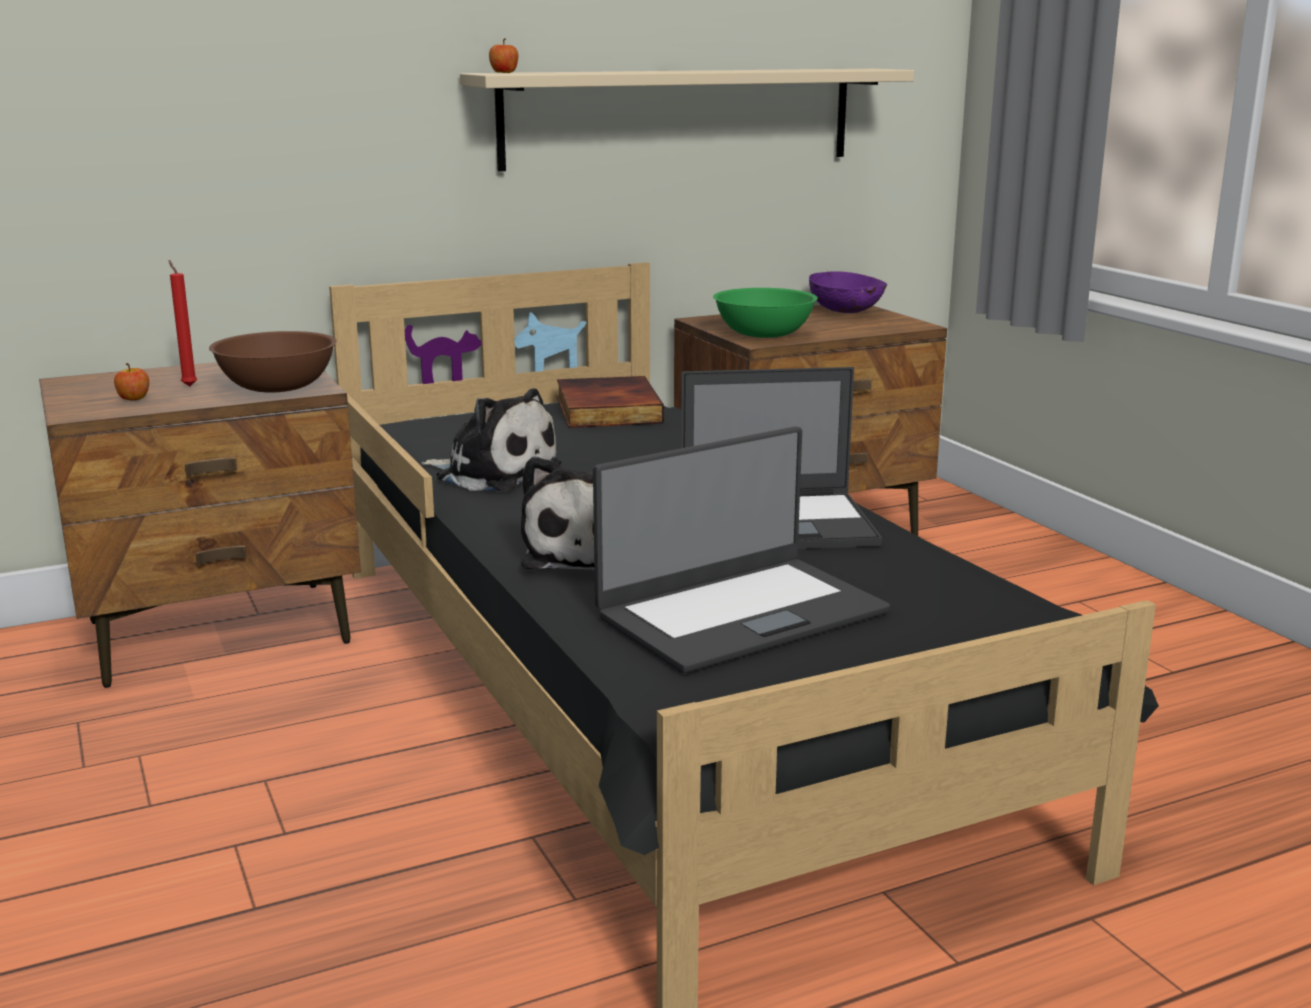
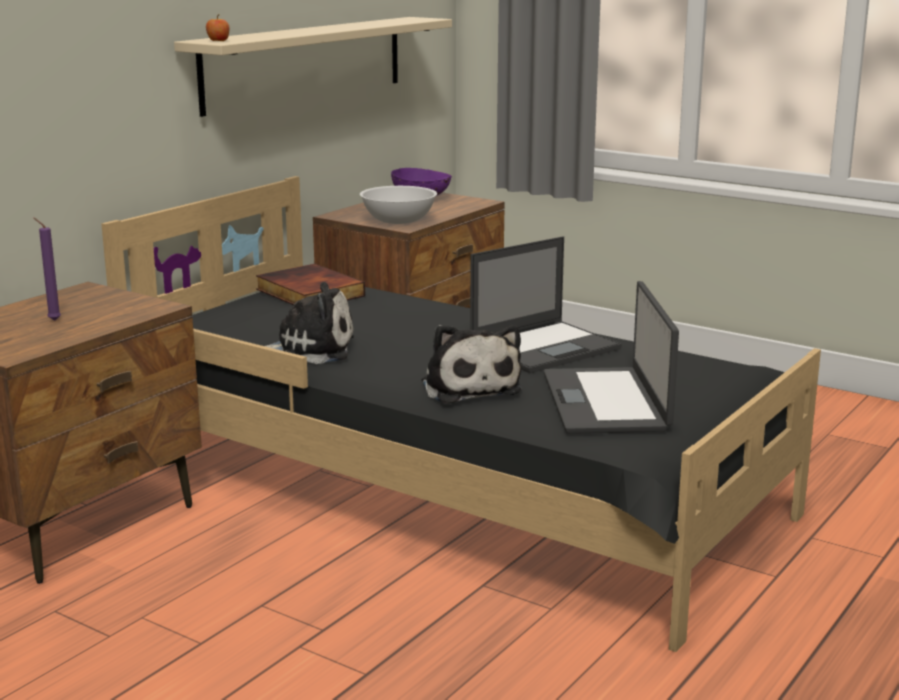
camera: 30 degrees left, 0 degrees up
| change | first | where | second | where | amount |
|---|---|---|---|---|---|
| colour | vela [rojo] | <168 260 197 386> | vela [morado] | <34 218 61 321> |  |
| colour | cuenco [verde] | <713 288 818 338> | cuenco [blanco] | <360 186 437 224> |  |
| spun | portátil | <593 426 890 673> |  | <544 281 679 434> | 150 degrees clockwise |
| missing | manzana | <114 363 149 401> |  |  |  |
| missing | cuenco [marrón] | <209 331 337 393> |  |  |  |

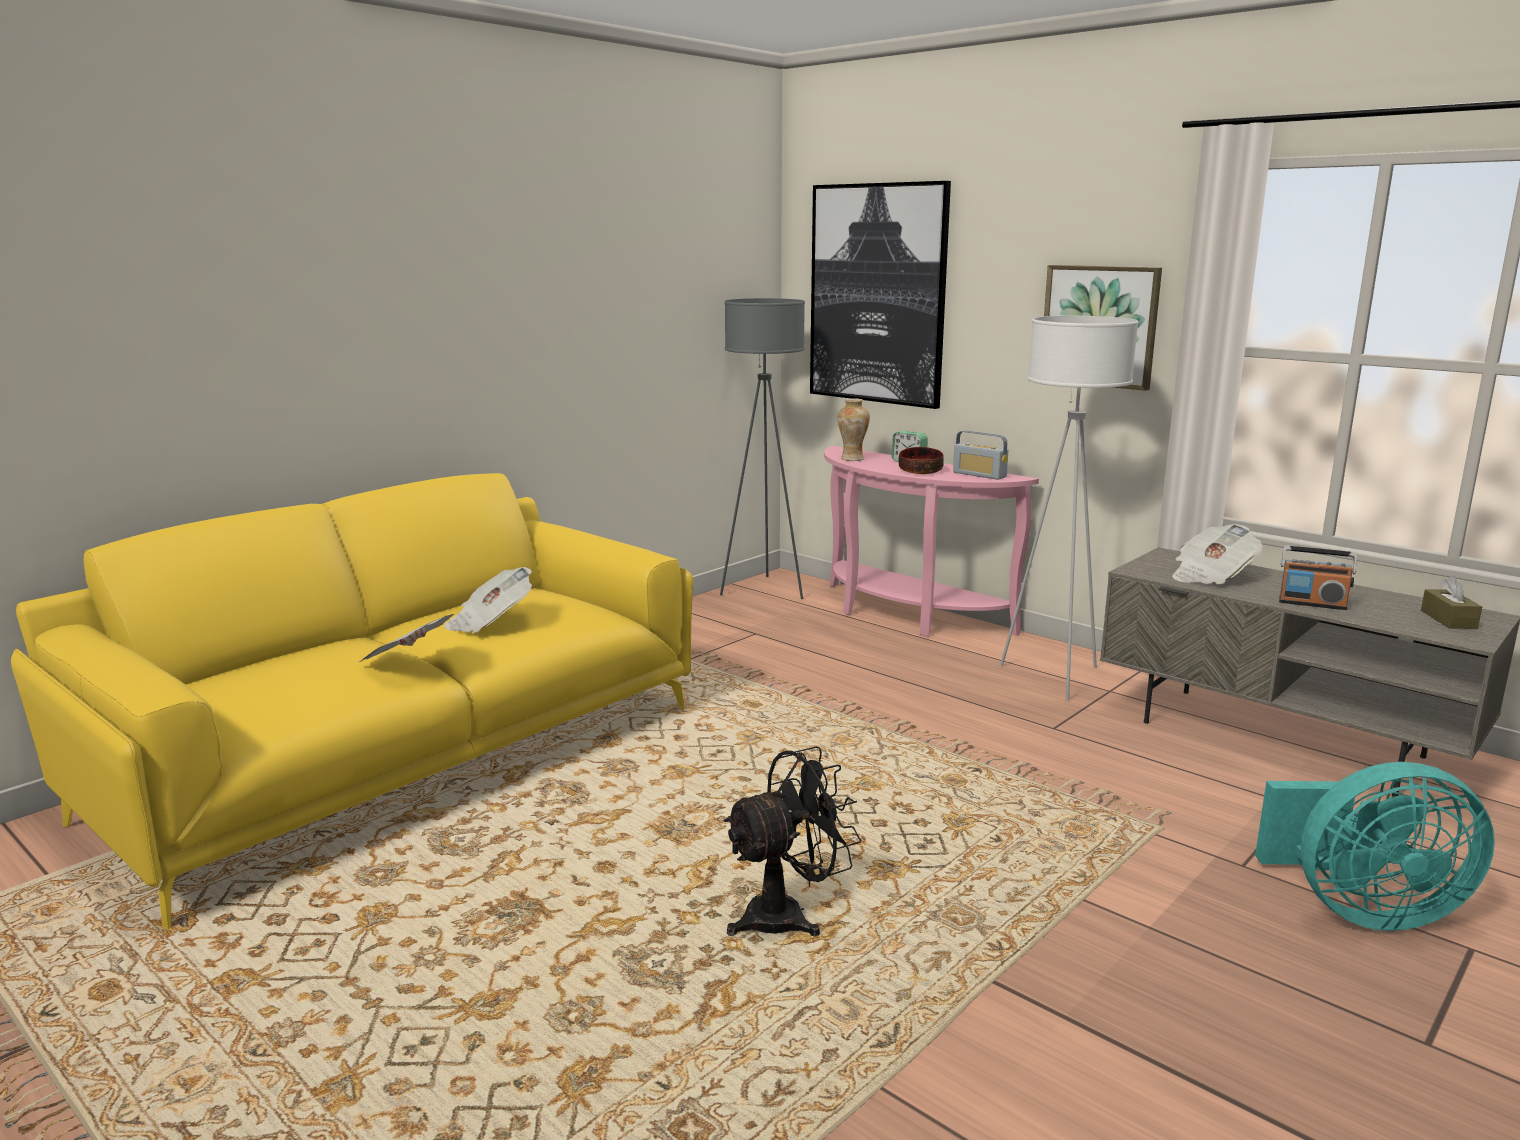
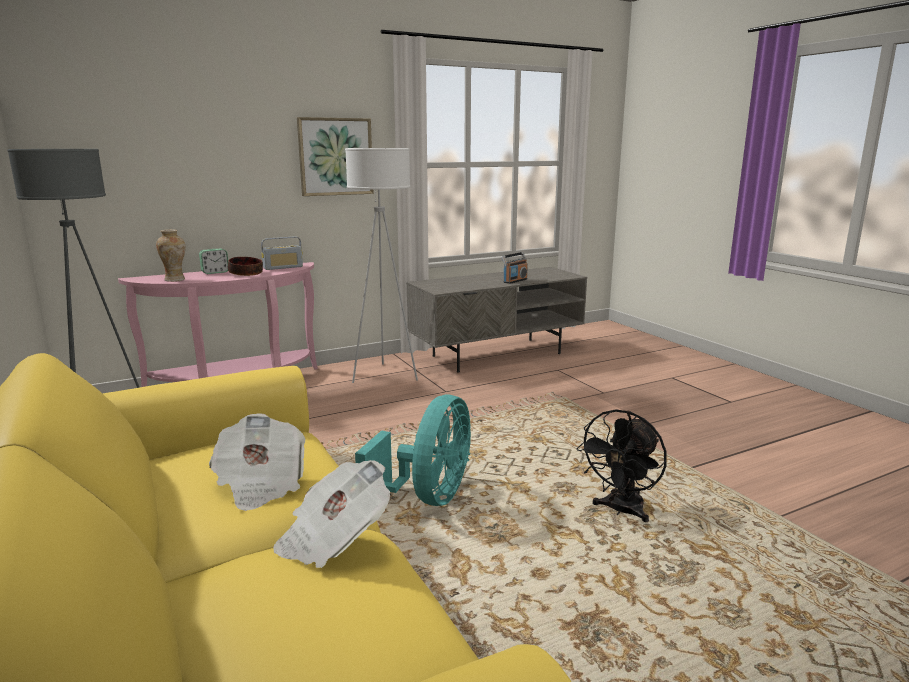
camera: 70 degrees left, 0 degrees up
| change | first | where | second | where | amount |
|---|---|---|---|---|---|
| relocated | ventilador [turquesa] | <1255 762 1495 931> |  | <355 395 471 506> |  |
| spun | ventilador [negro] | <724 746 861 937> |  | <576 409 667 522> | 135 degrees counterclockwise |
| missing | cuadro | <810 181 951 409> |  |  |  |
| missing | periódico | <1172 524 1263 584> |  |  |  |
| missing | caja de pañuelos [marrón] | <1421 576 1482 629> |  |  |  |

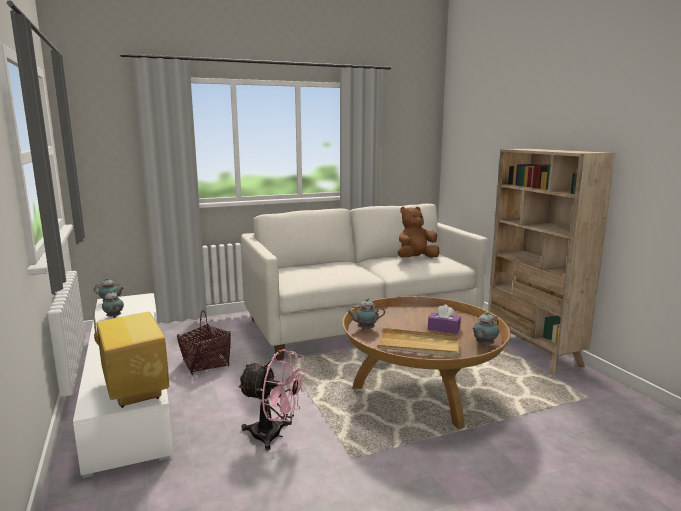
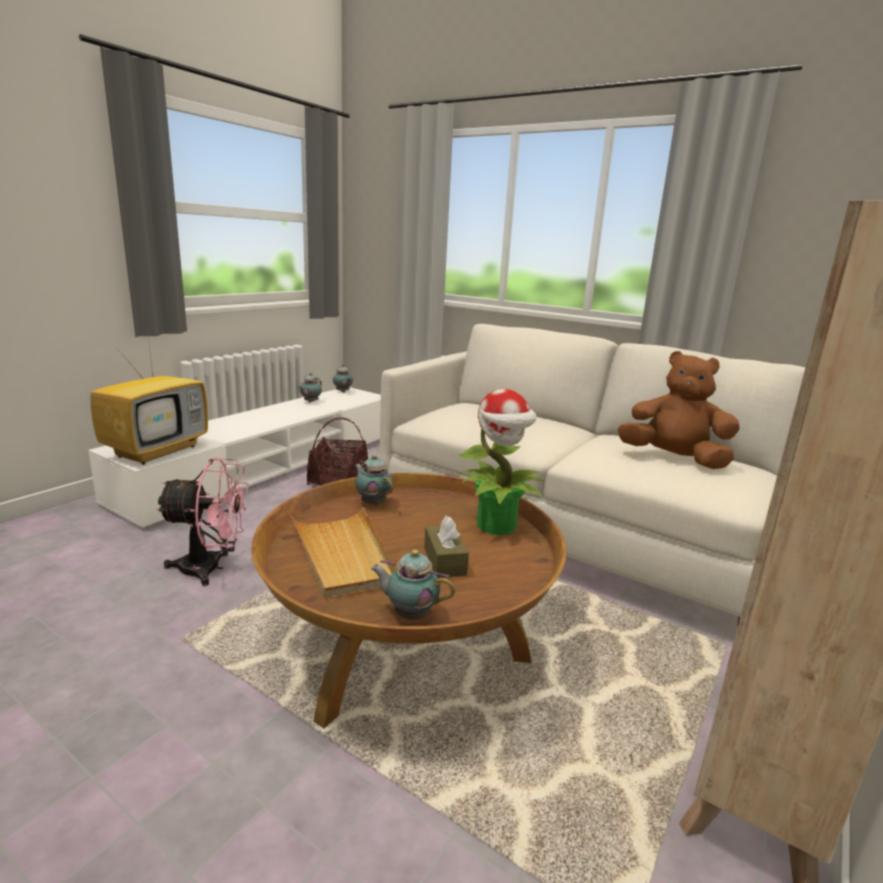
camera: 55 degrees right, 5 degrees up
| change | first | where | second | where | amount |
|---|---|---|---|---|---|
| spun | ventilador [rosa] | <237 349 307 450> |  | <156 458 249 586> | 75 degrees counterclockwise |
| colour | caja de pañuelos [morado] | <428 304 461 334> | caja de pañuelos [marrón] | <424 516 469 578> |  |
| appeared |  |  | planta en maceta | <458 389 544 535> |  |

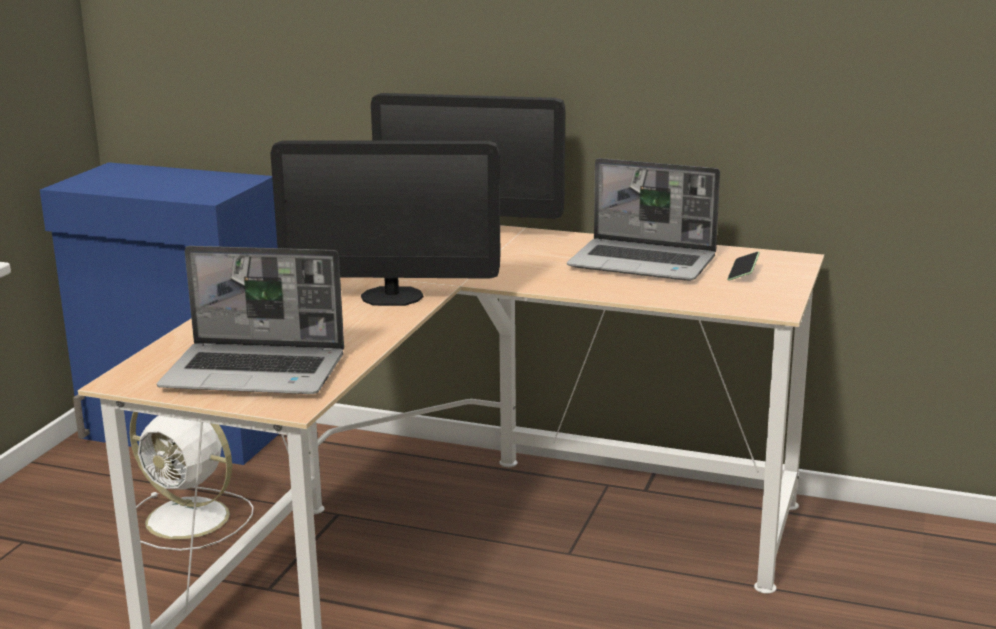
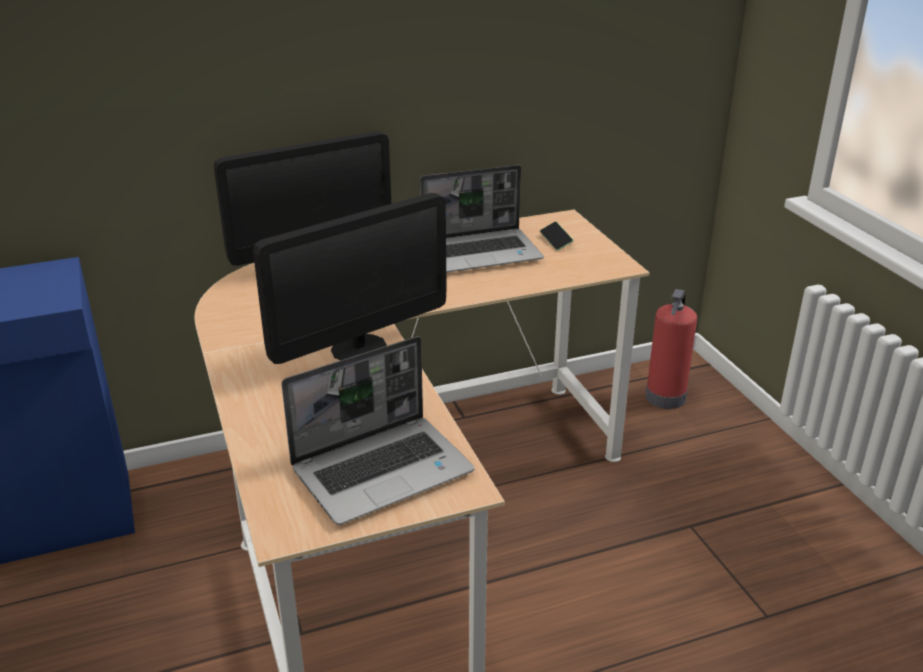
camera: 40 degrees left, 10 degrees up
| change | first | where | second | where | amount |
|---|---|---|---|---|---|
| appeared |  |  | extintor | <645 289 697 409> |  |
| missing | ventilador [blanco] | <130 412 254 551> |  |  |  |

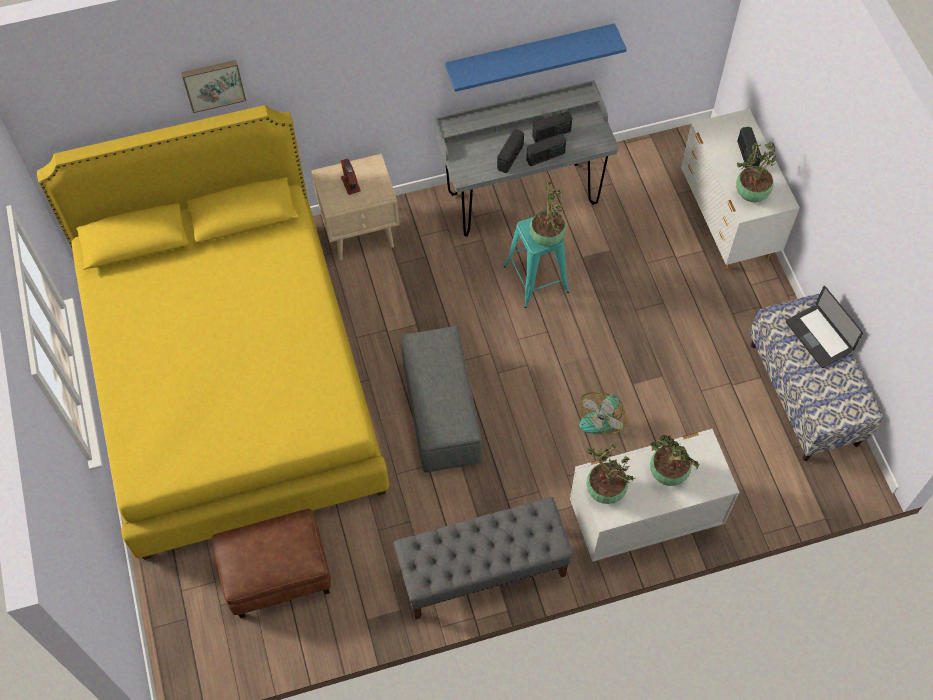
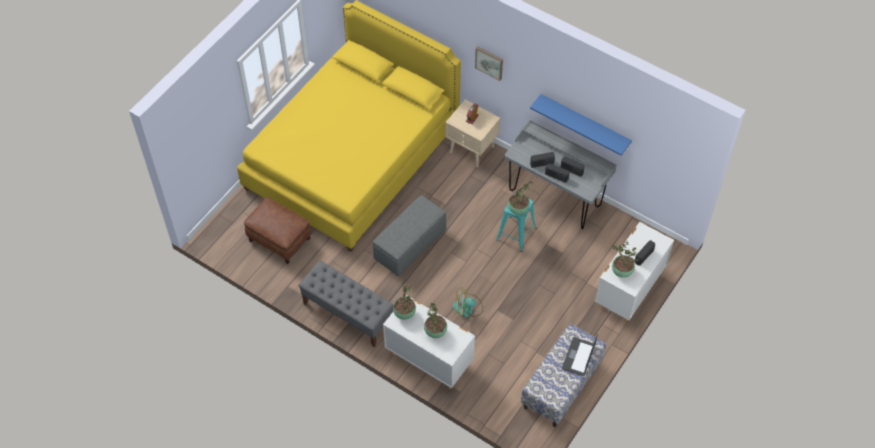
camera: 50 degrees right, 5 degrees down
| change | first | where | second | where | amount |
|---|---|---|---|---|---|
| relocated | cuadro | <181 60 246 113> |  | <475 47 503 81> |  |

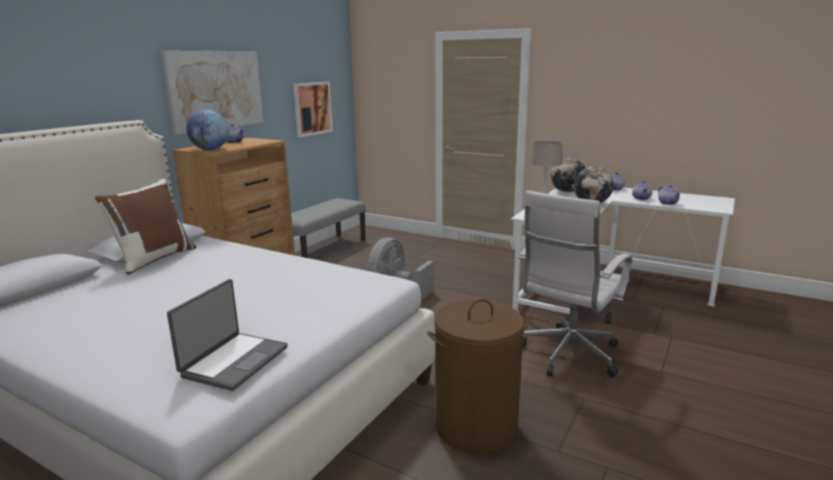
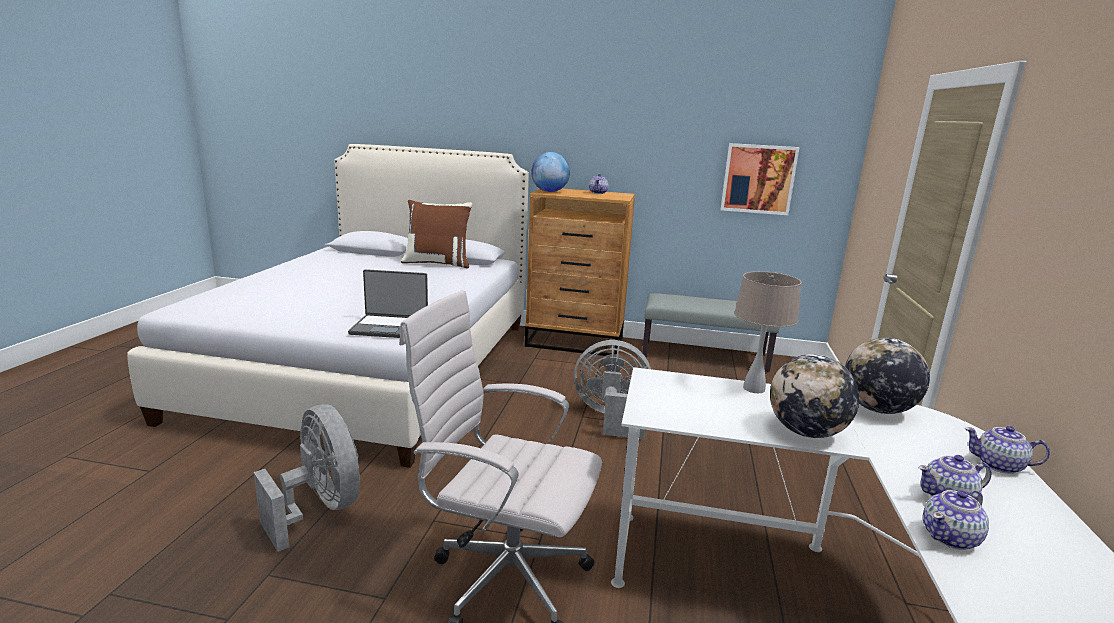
camera: 70 degrees right, 0 degrees up
| change | first | where | second | where | amount |
|---|---|---|---|---|---|
| exchanged | cesto de la ropa [marrón] | <427 299 529 454> | ventilador [gris] | <254 404 360 552> |  |
| relocated | portátil | <167 279 288 391> |  | <348 269 428 338> |  |
| missing | cuadro | <161 51 263 134> |  |  |  |

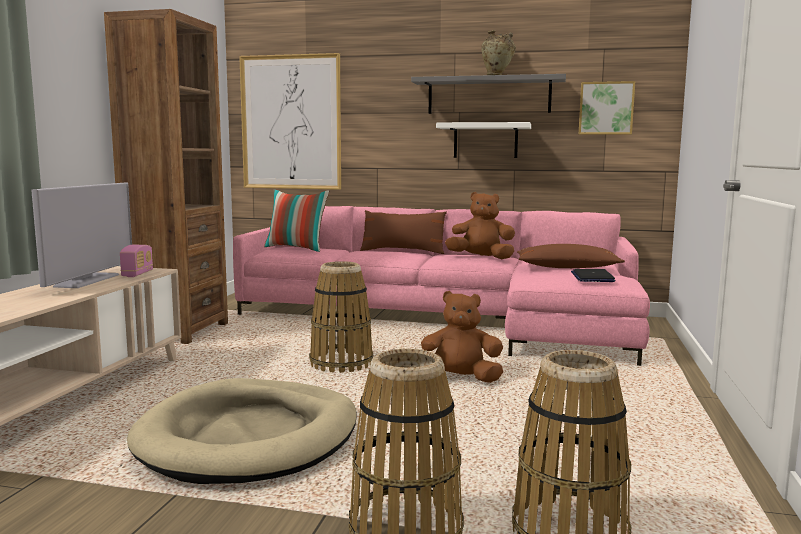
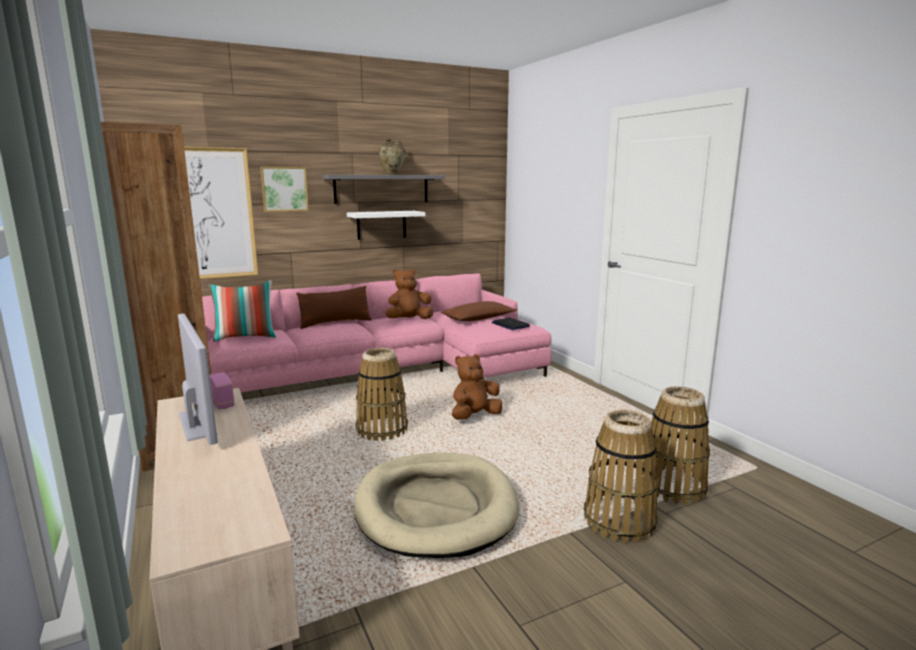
camera: 40 degrees left, 5 degrees up
| change | first | where | second | where | amount |
|---|---|---|---|---|---|
| relocated | cuadro | <579 81 635 135> |  | <260 167 309 212> |  |

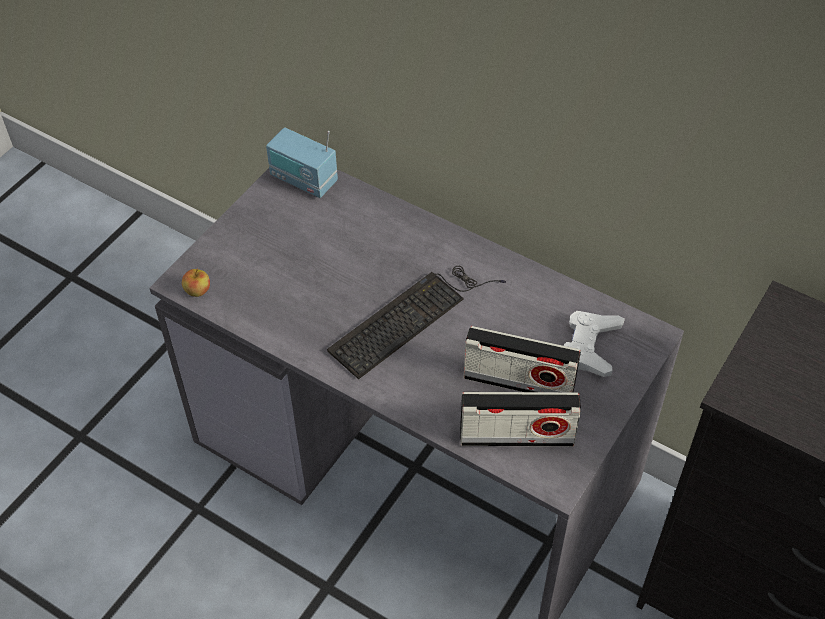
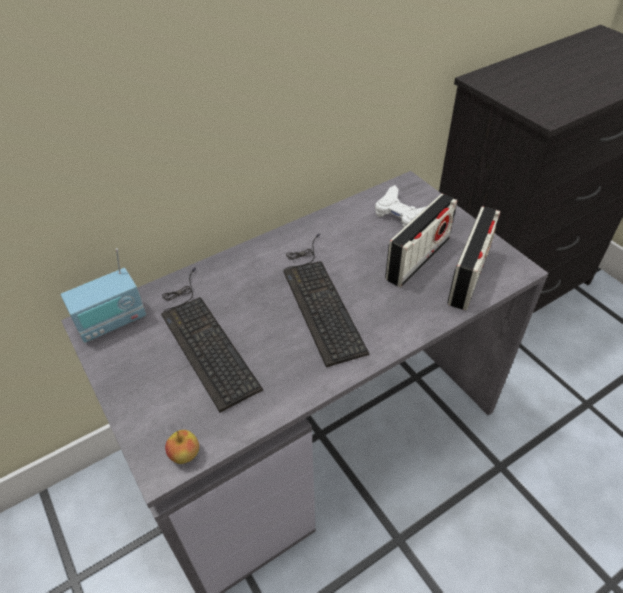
camera: 65 degrees left, 5 degrees down
| change | first | where | second | where | amount |
|---|---|---|---|---|---|
| appeared |  |  | teclado | <161 268 263 413> |  |

